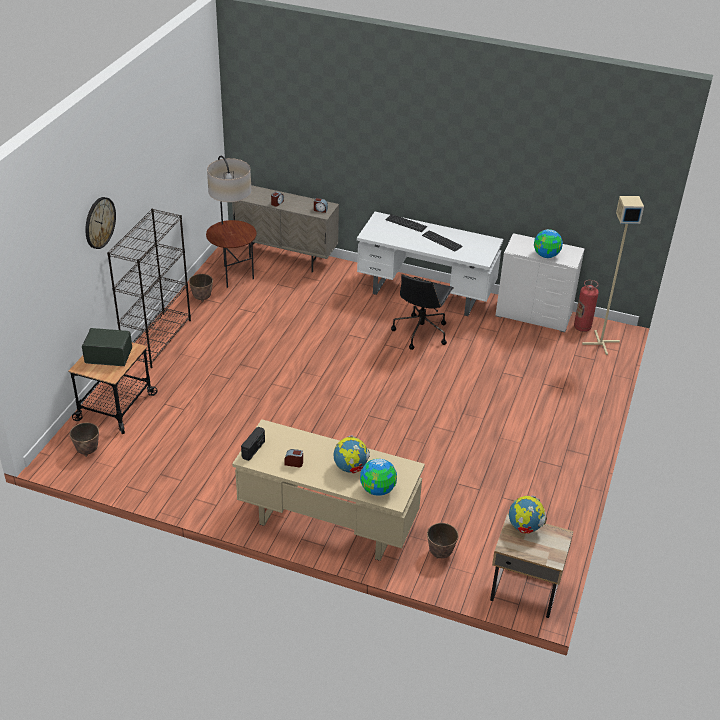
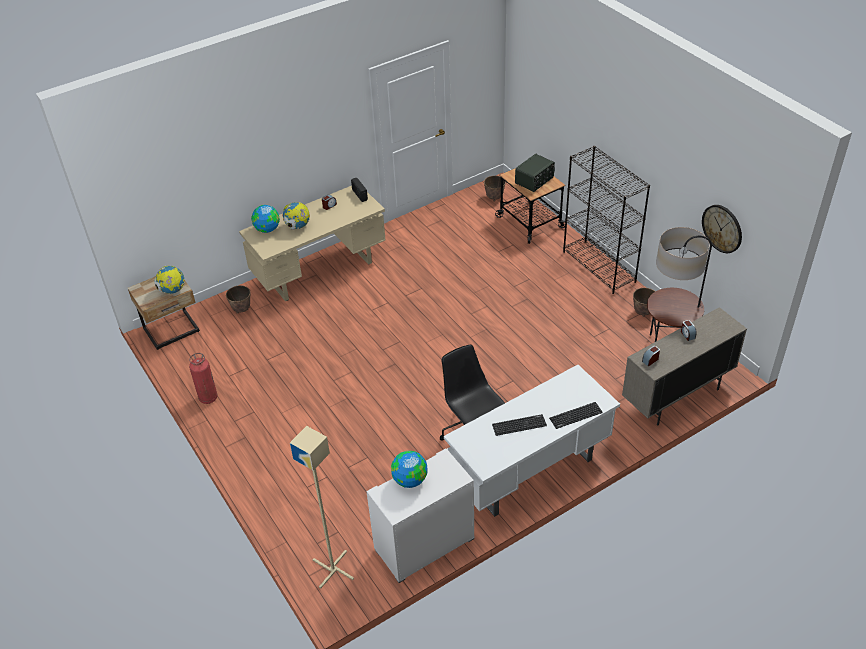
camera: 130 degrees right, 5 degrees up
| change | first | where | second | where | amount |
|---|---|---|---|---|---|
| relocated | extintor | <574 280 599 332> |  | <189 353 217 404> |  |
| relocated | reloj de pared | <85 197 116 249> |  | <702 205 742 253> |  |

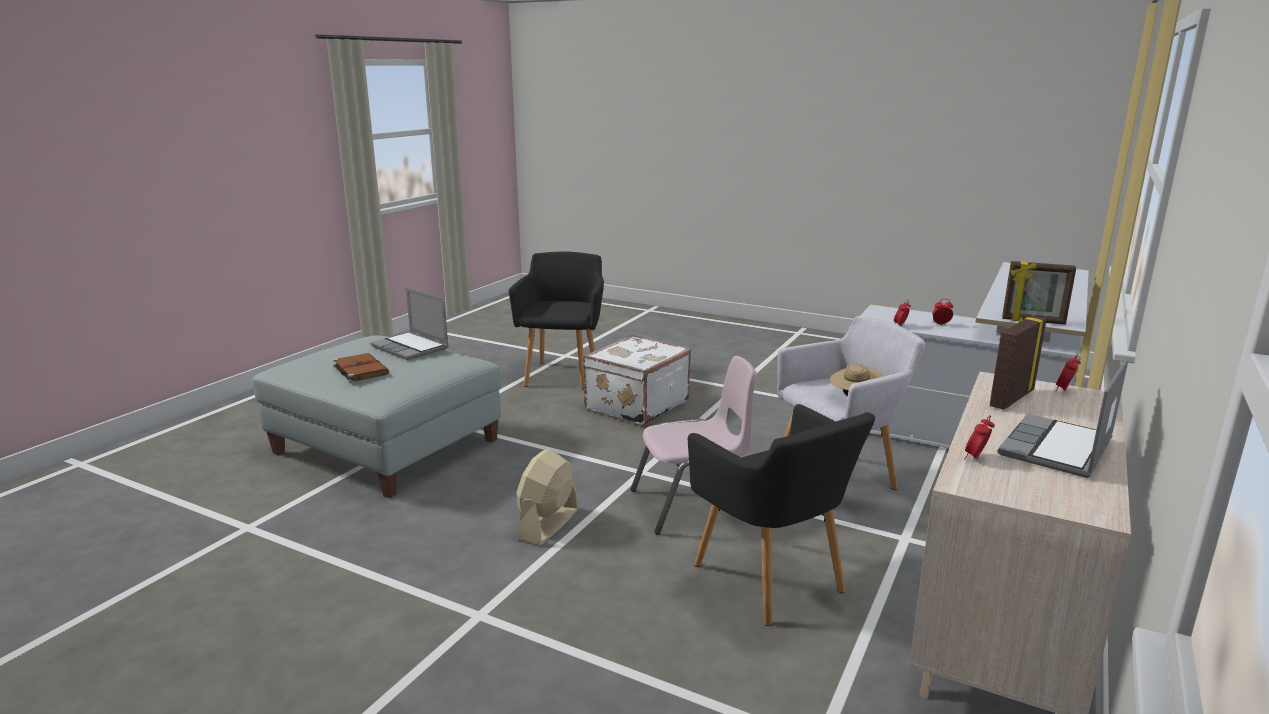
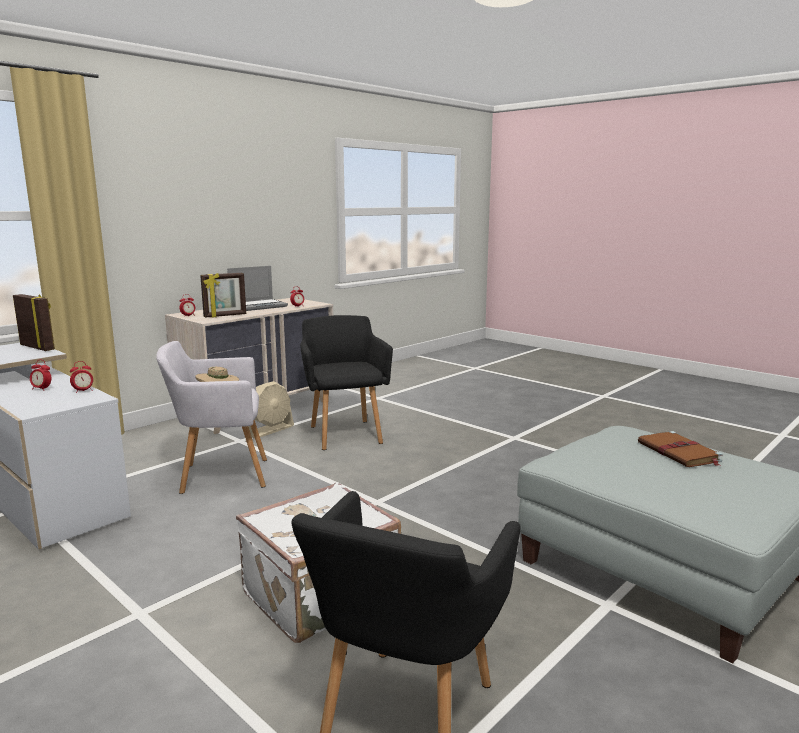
camera: 165 degrees left, 5 degrees down
| change | first | where | second | where | amount |
|---|---|---|---|---|---|
| relocated | ventilador [beis] | <516 449 579 545> |  | <249 381 294 439> |  |
| missing | portátil | <370 288 449 360> |  |  |  |
| missing | silla [rosa] | <630 356 757 535> |  |  |  |

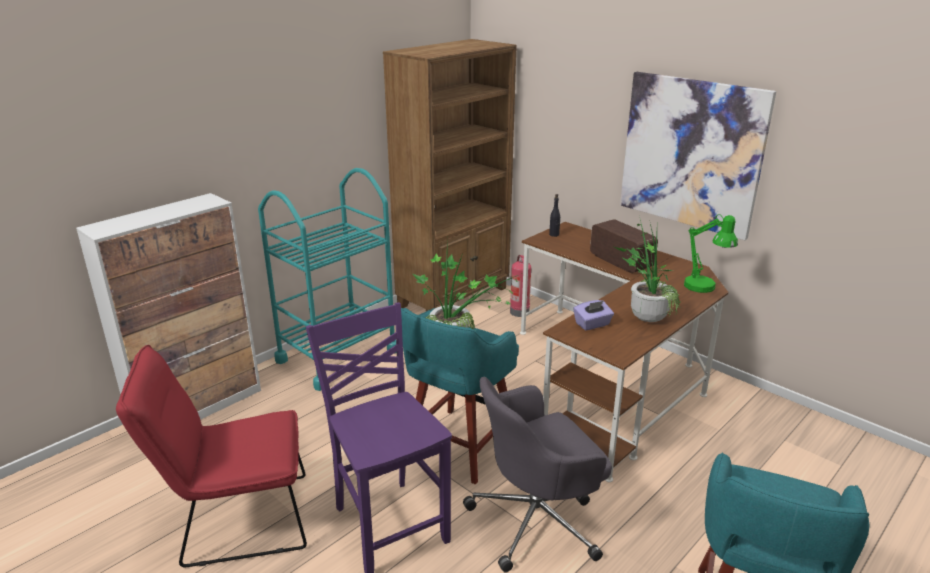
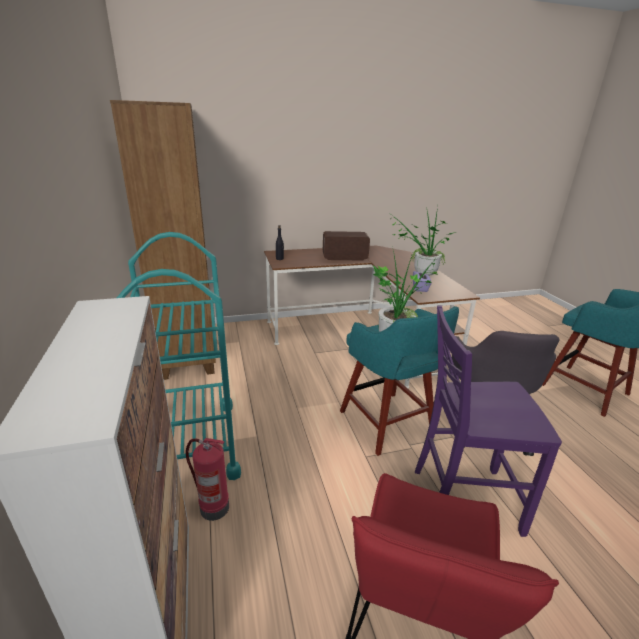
camera: 60 degrees left, 0 degrees up
| change | first | where | second | where | amount |
|---|---|---|---|---|---|
| relocated | extintor | <510 255 531 317> |  | <186 438 229 521> |  |
| missing | cuadro | <620 72 776 240> |  |  |  |
| missing | lámpara de mesa [verde] | <684 215 738 293> |  |  |  |

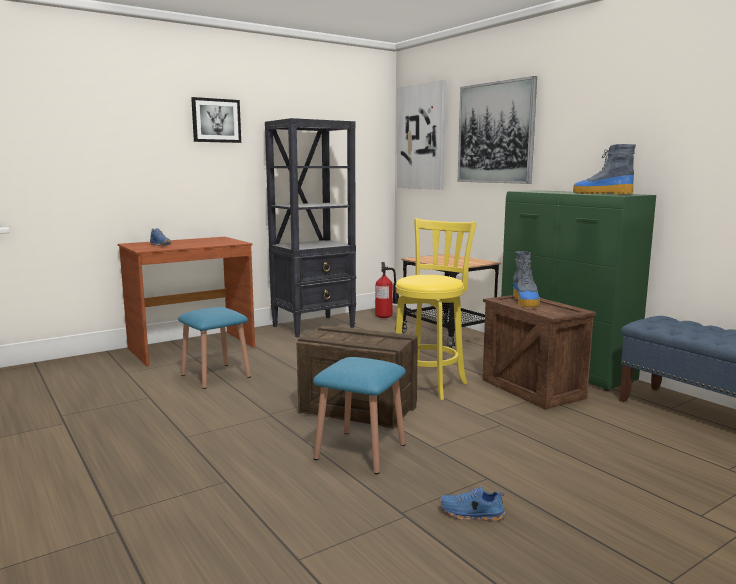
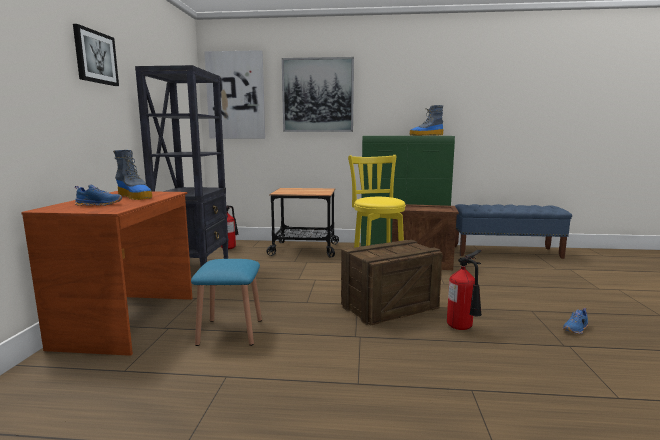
camera: 50 degrees left, 0 degrees up
| change | first | where | second | where | amount |
|---|---|---|---|---|---|
| relocated | bota | <513 251 540 307> |  | <113 150 152 200> |  |
| exchanged | taburete [azul] | <313 357 406 474> | extintor | <447 250 482 330> |  |

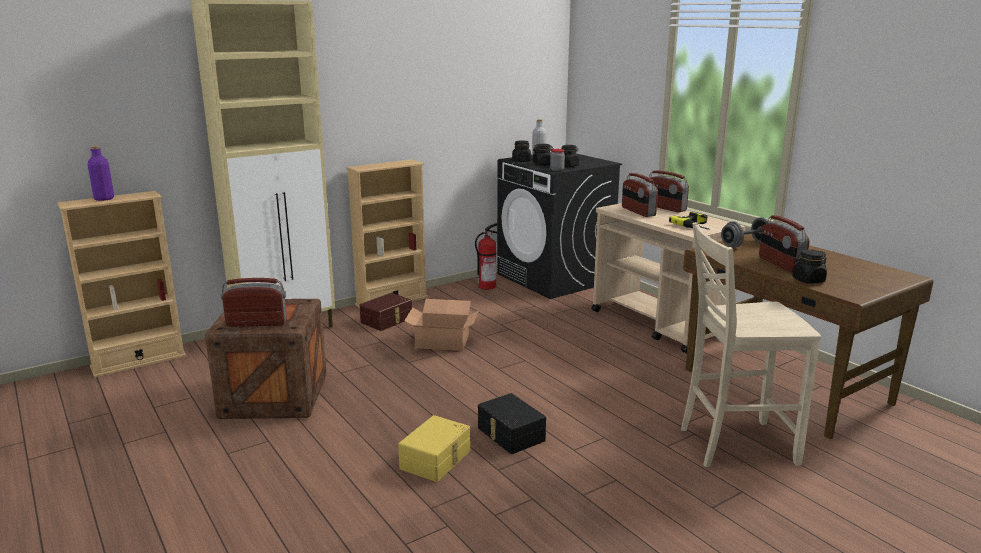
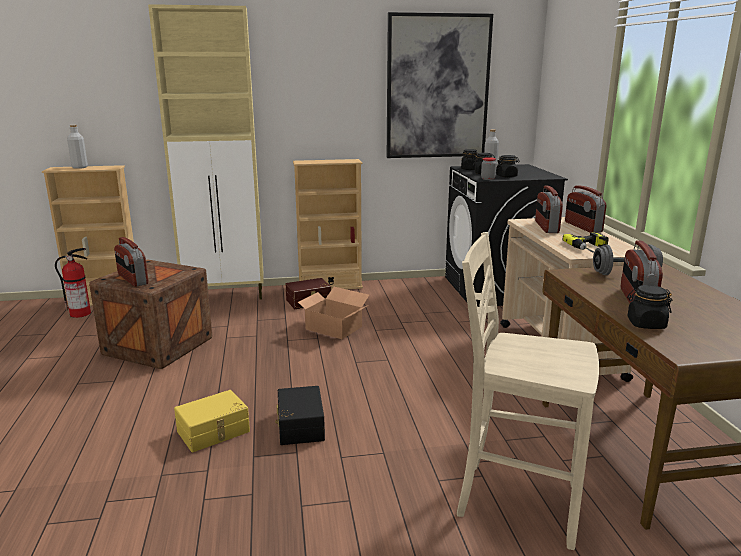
camera: 25 degrees right, 0 degrees up
| change | first | where | second | where | amount |
|---|---|---|---|---|---|
| relocated | extintor | <475 223 499 290> |  | <55 248 91 318> |  |
| colour | botella [morado] | <88 146 114 201> | botella [gris] | <67 125 88 169> |  |
| spun | radio | <221 278 287 327> |  | <114 237 148 287> | 150 degrees counterclockwise |
| appeared |  |  | cuadro | <387 12 493 158> |  |

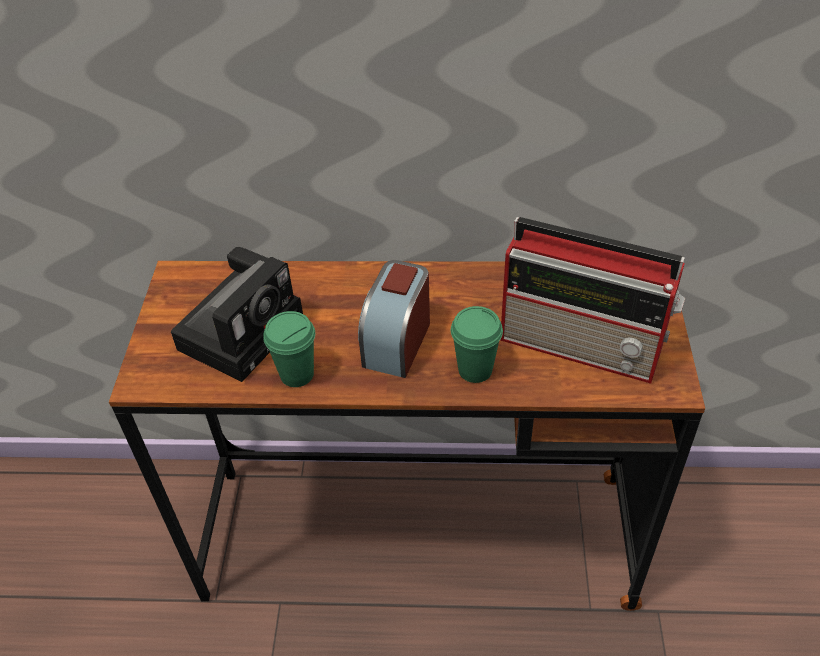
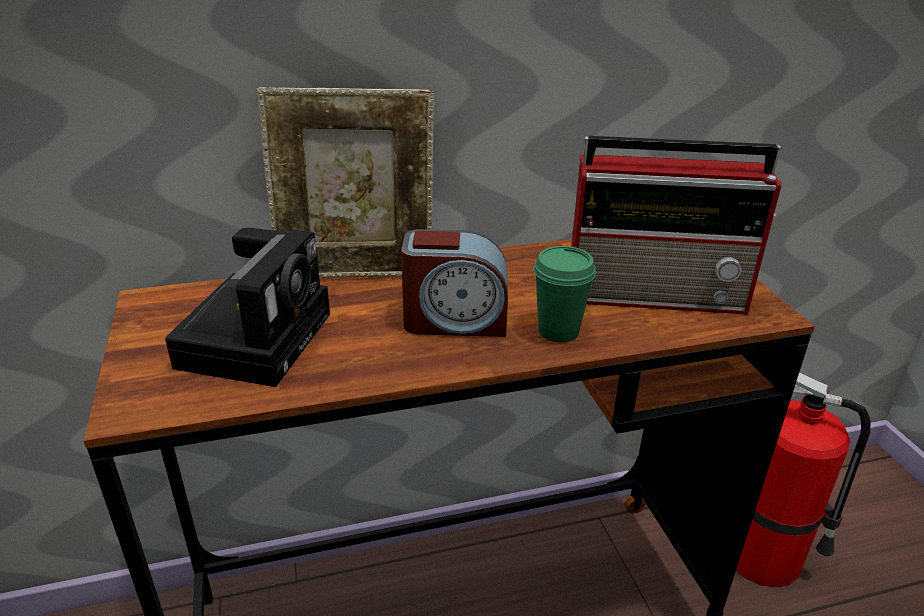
camera: 20 degrees left, 15 degrees down
| change | first | where | second | where | amount |
|---|---|---|---|---|---|
| appeared |  |  | portarretratos | <257 87 434 278> |  |
| spun | despertador | <358 260 430 378> |  | <401 229 508 337> | 90 degrees counterclockwise |
| appeared |  |  | extintor | <736 372 871 588> |  |
| missing | taza [verde] | <263 311 315 387> |  |  |  |

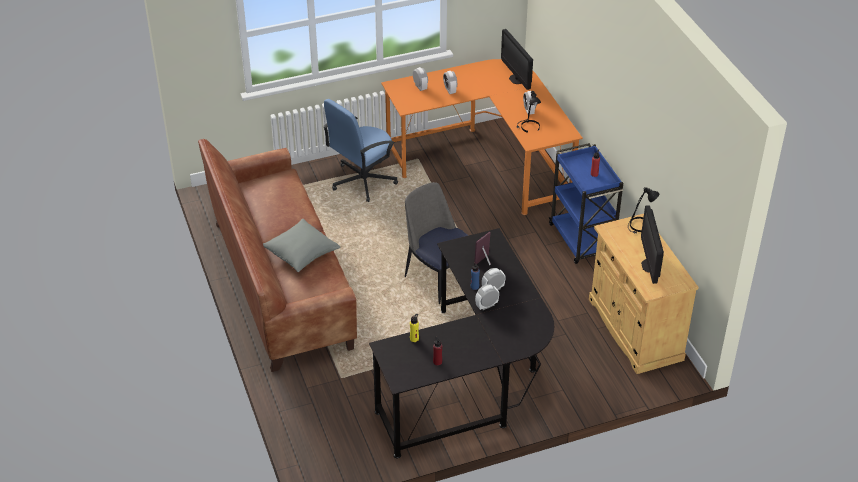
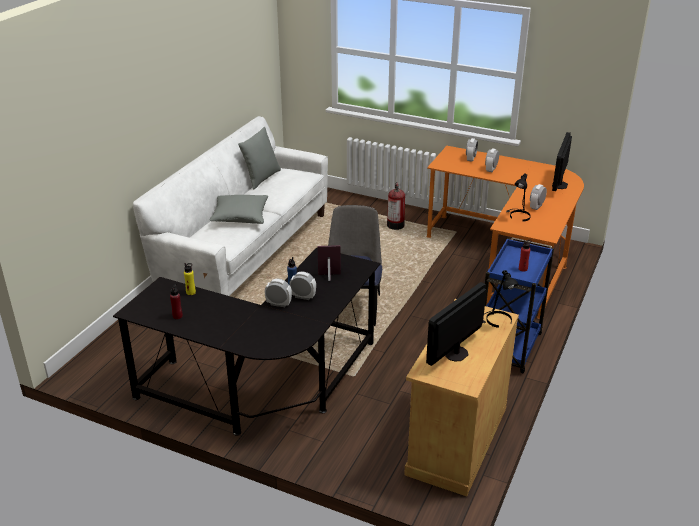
camera: 45 degrees right, 10 degrees down
| change | first | where | second | where | amount |
|---|---|---|---|---|---|
| colour | sofá [marrón] | <198 139 357 372> | sofá [blanco] | <133 116 328 296> |  |
| appeared |  |  | cojín [gris] | <238 127 281 190> |  |
| exchanged | silla de oficina [azul] | <323 99 398 202> | extintor | <387 182 405 230> |  |

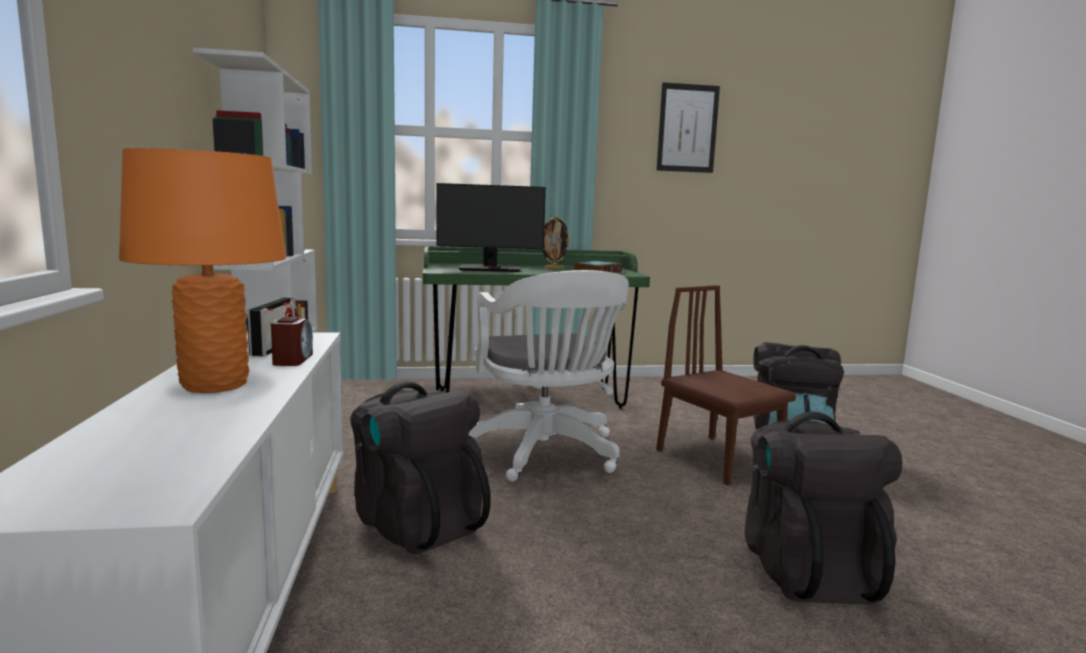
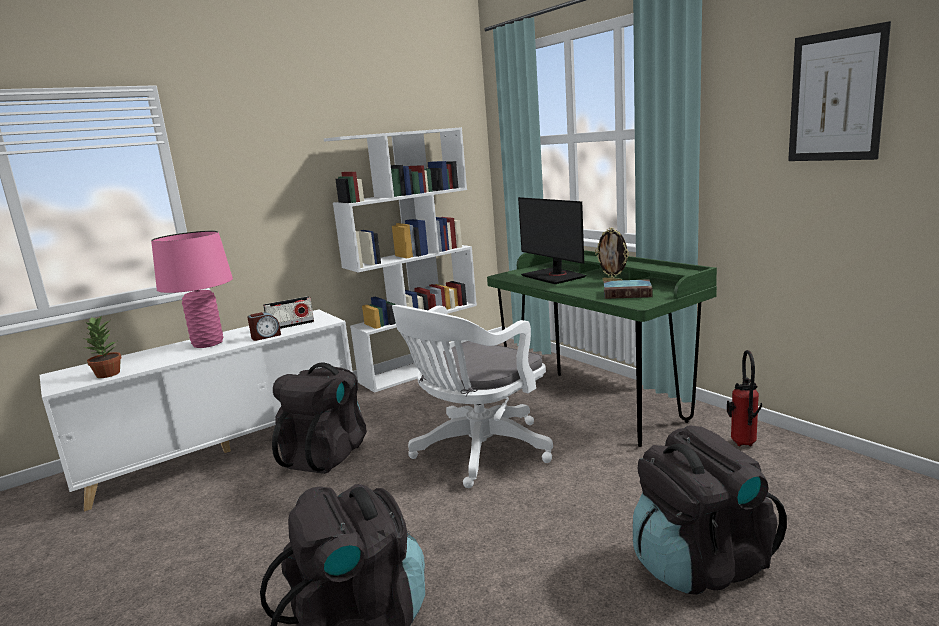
camera: 65 degrees right, 5 degrees up
| change | first | where | second | where | amount |
|---|---|---|---|---|---|
| appeared |  |  | planta en maceta | <84 317 122 378> |  |
| colour | lámpara de mesa [naranja] | <119 148 286 393> | lámpara de mesa [rosa] | <151 231 233 348> |  |
| appeared |  |  | extintor | <727 350 762 446> |  |
| missing | silla [marrón] | <656 285 796 485> |  |  |  |

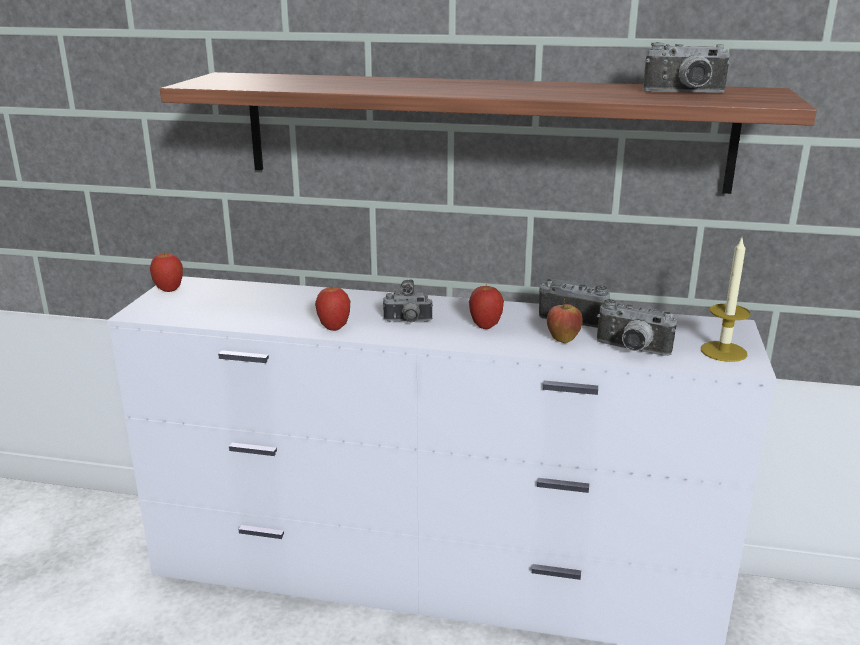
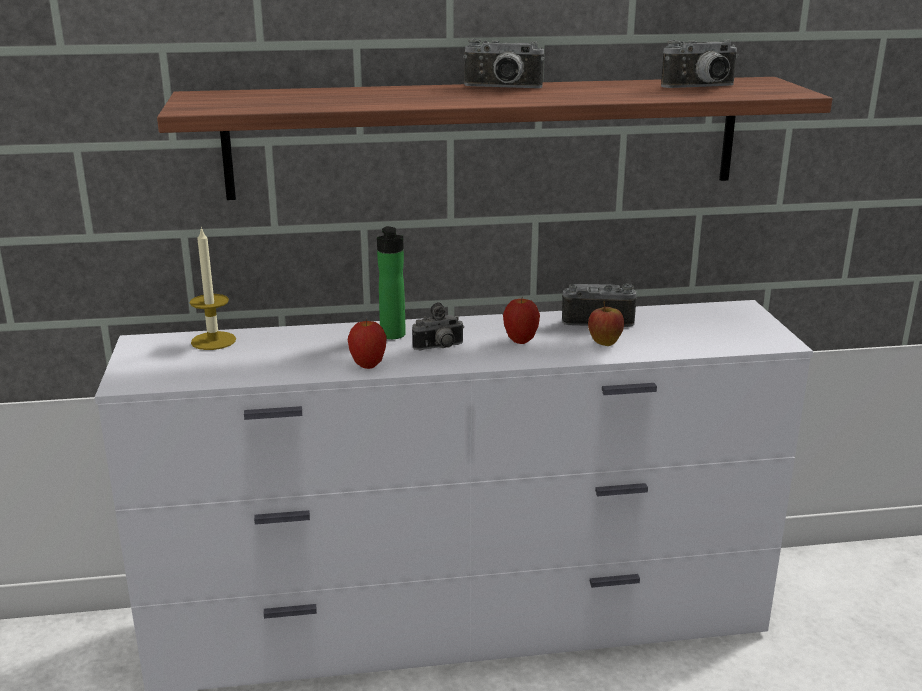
camera: 20 degrees left, 0 degrees up
| change | first | where | second | where | amount |
|---|---|---|---|---|---|
| relocated | vela | <701 238 751 362> |  | <190 227 236 350> |  |
| appeared |  |  | botella | <377 226 406 339> |  |
| relocated | cámara | <597 299 677 356> |  | <463 39 545 88> |  |
| missing | manzana | <150 252 183 292> |  |  |  |

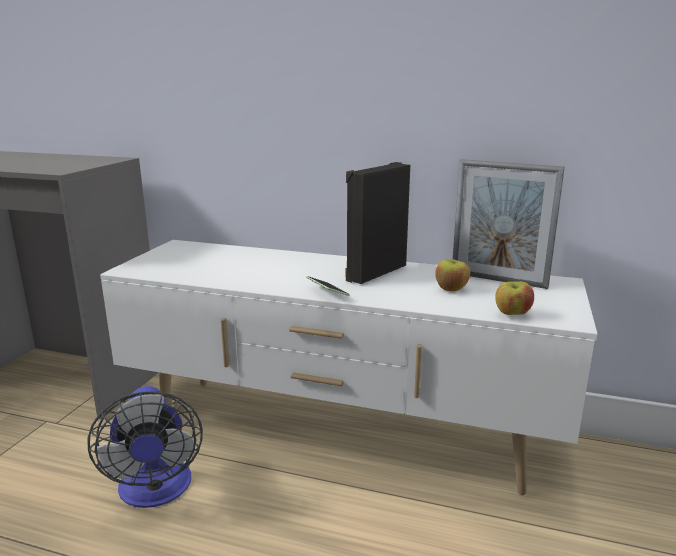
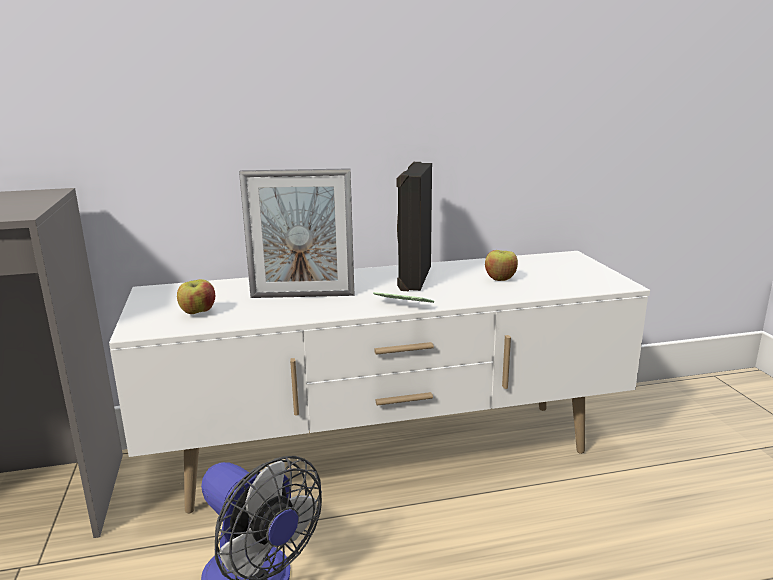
camera: 30 degrees left, 0 degrees up
| change | first | where | second | where | amount |
|---|---|---|---|---|---|
| relocated | manzana | <495 281 534 315> |  | <177 279 215 314> |  |
| relocated | portarretratos | <453 159 565 289> |  | <239 168 354 298> |  |

